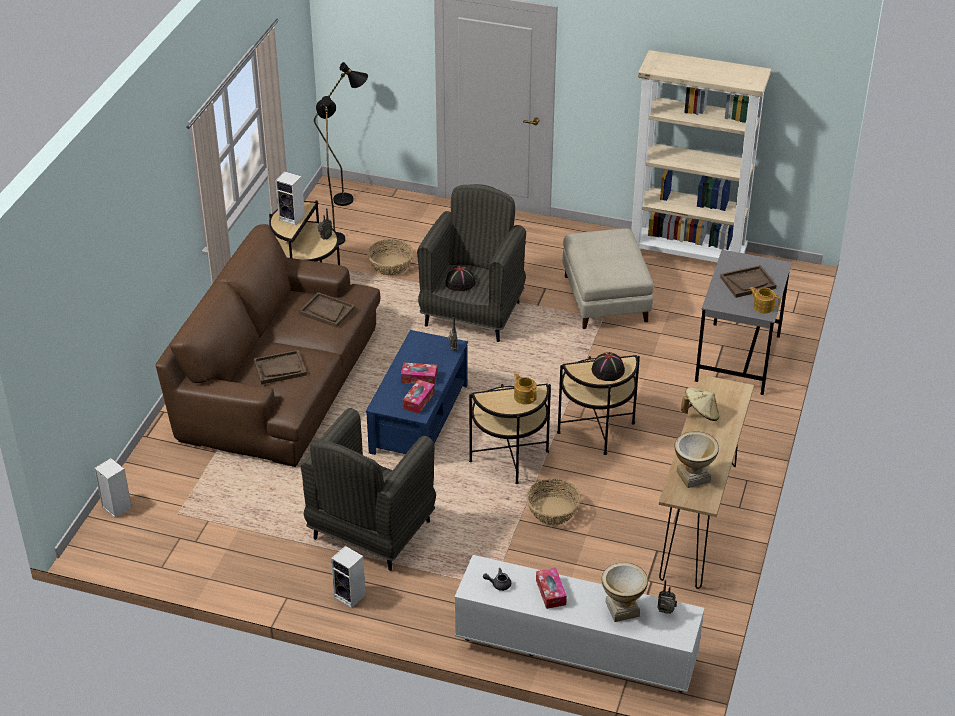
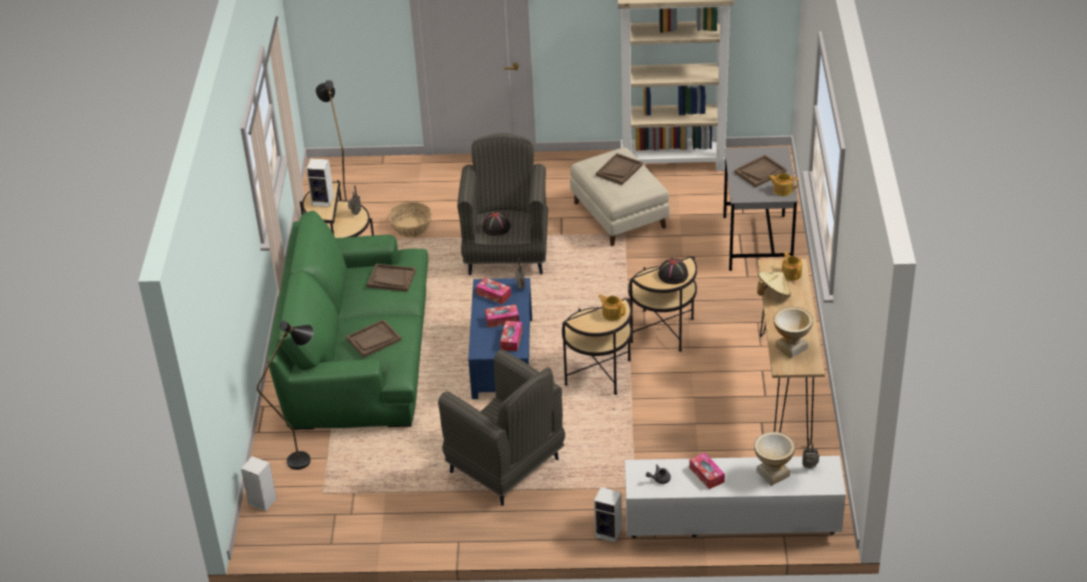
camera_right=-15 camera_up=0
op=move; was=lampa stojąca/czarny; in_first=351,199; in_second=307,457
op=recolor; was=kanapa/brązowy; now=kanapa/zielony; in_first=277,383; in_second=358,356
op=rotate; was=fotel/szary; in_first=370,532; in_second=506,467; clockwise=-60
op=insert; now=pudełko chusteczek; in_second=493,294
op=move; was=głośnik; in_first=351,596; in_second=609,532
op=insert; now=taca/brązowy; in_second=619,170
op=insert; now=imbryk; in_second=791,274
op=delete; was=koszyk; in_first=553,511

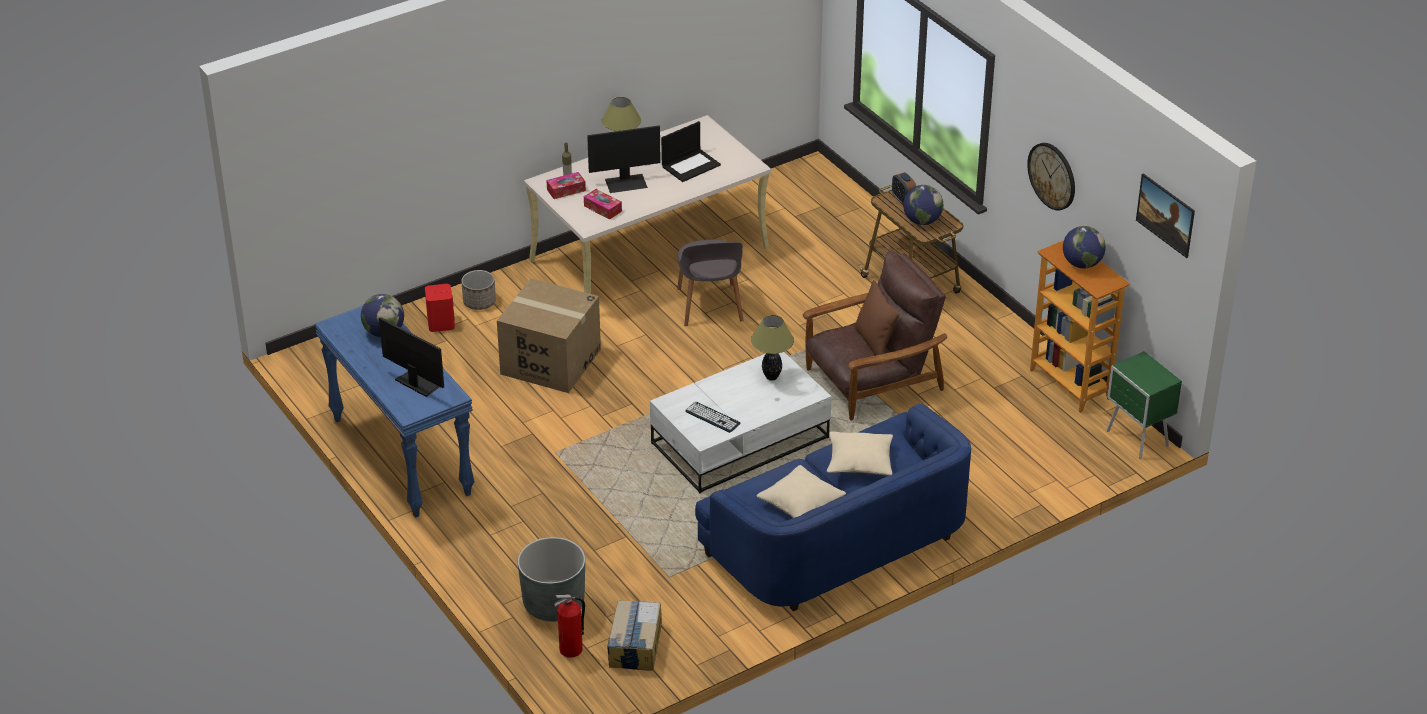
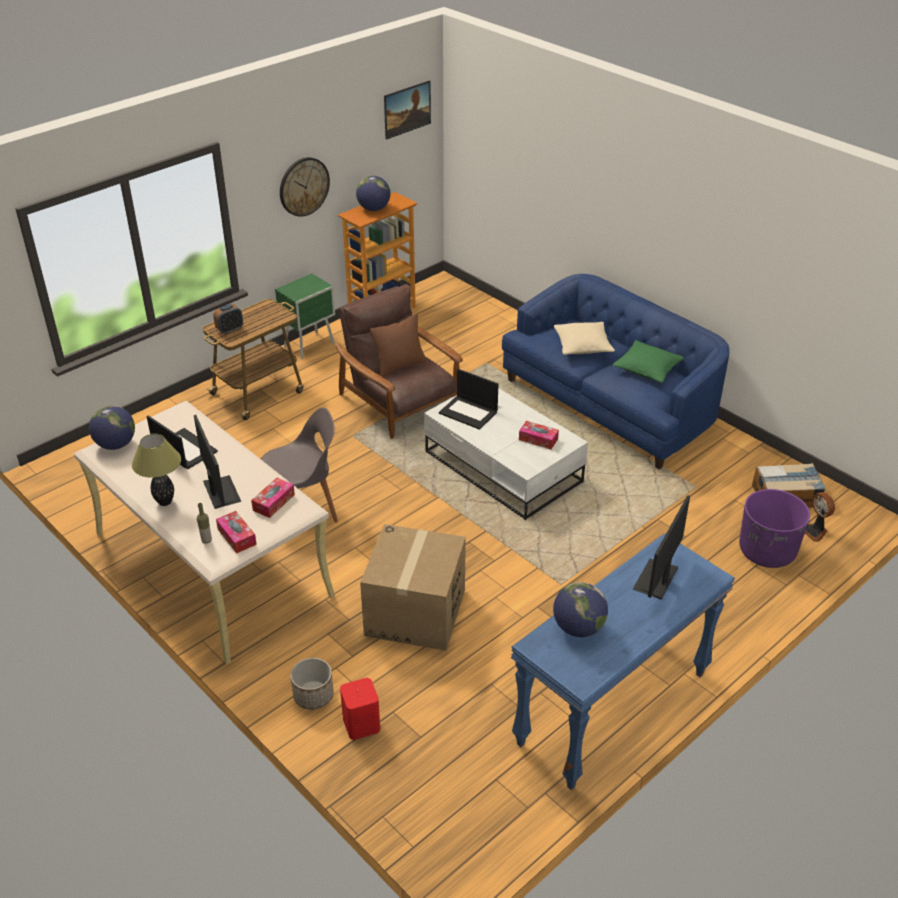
camera_right=-100 camera_up=0
op=move; was=globus; in_first=922,221; in_second=116,445
op=move; was=szafka nocna/zielony; in_first=1137,439; in_second=310,345
op=replace; was=lampa stołowa; now=laptop; in_first=771,377; in_second=469,412
op=replace; was=klawiatura; now=pudełko chusteczek; in_first=712,417; in_second=538,439
op=recolor; was=poduszka/beżowy; now=poduszka/zielony; in_first=800,503; in_second=647,369
op=recolor; was=donica/szary; now=donica/fioletowy; in_first=553,604; in_second=767,551
op=replace; was=gaśnica; now=wentylator; in_first=571,650; in_second=815,531

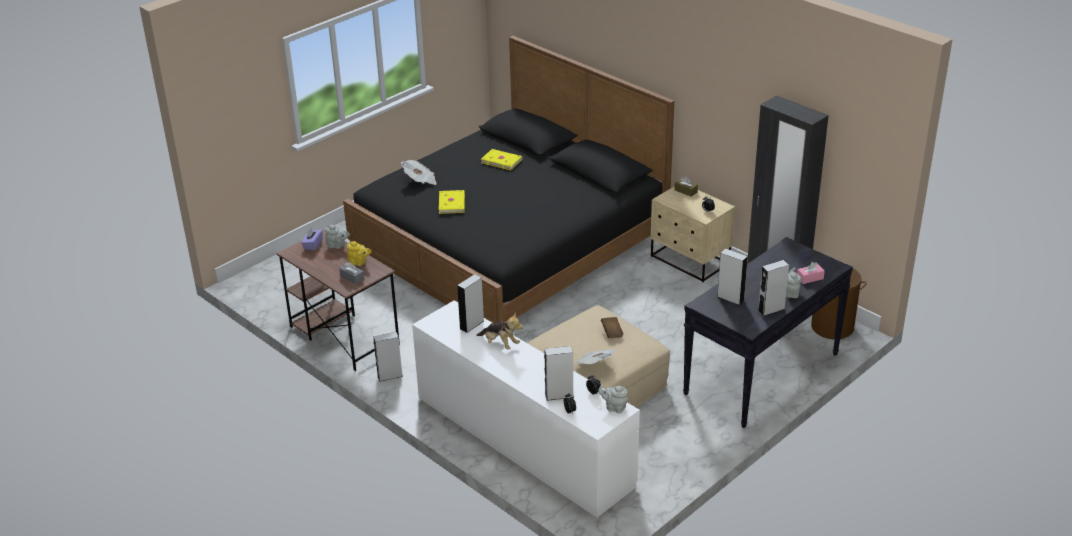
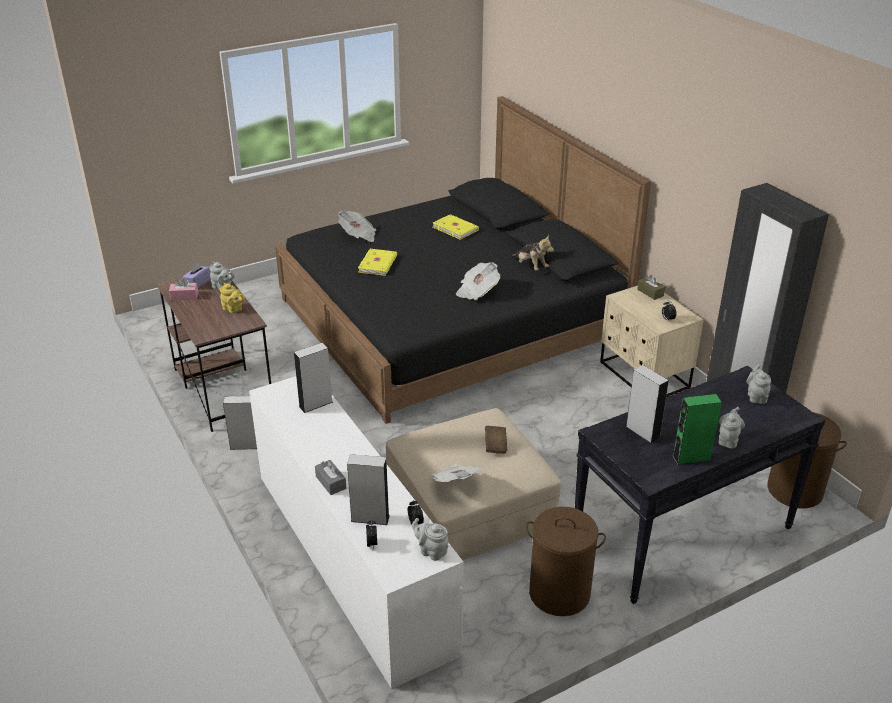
camera_right=15 camera_up=0
op=move; was=pudełko chusteczek/różowy; in_first=810,278; in_second=184,296
op=move; was=pudełko chusteczek/szary; in_first=352,277; in_second=331,482
op=insert; now=gazeta; in_second=477,291
op=move; was=pluszak; in_first=500,344; in_second=531,266
op=insert; now=kosz na pranie/brązowy; in_second=560,593
op=recolor; was=głośnik/szary; now=głośnik/zielony; in_first=771,310; in_second=691,458
op=insert; now=imbryk/szary; in_second=756,396

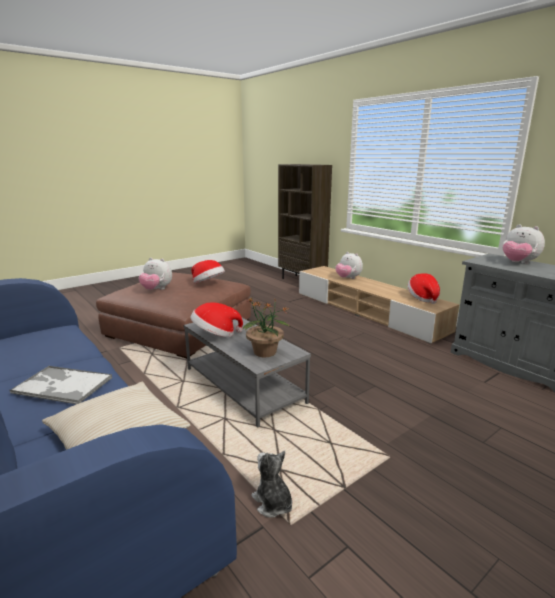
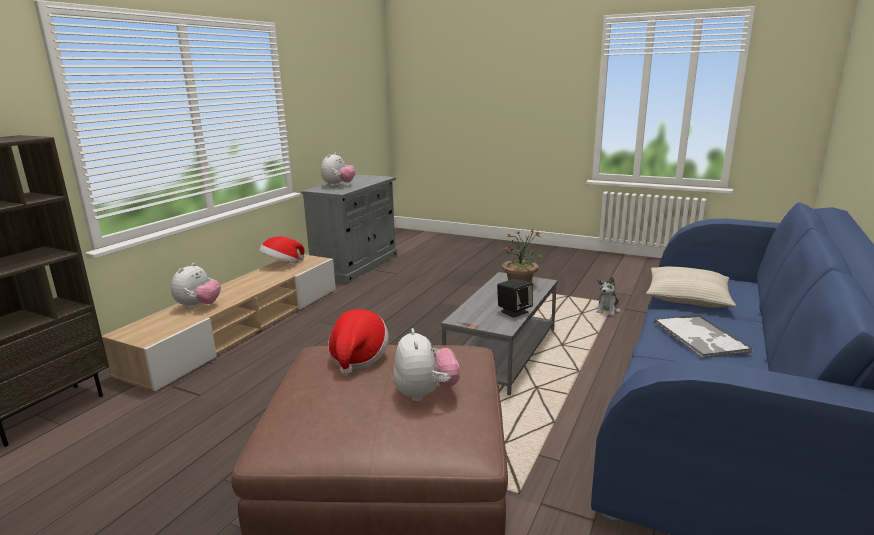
camera_right=-115 camera_up=0
op=replace; was=kapelusz; now=głośnik/czarny; in_first=215,334; in_second=514,311

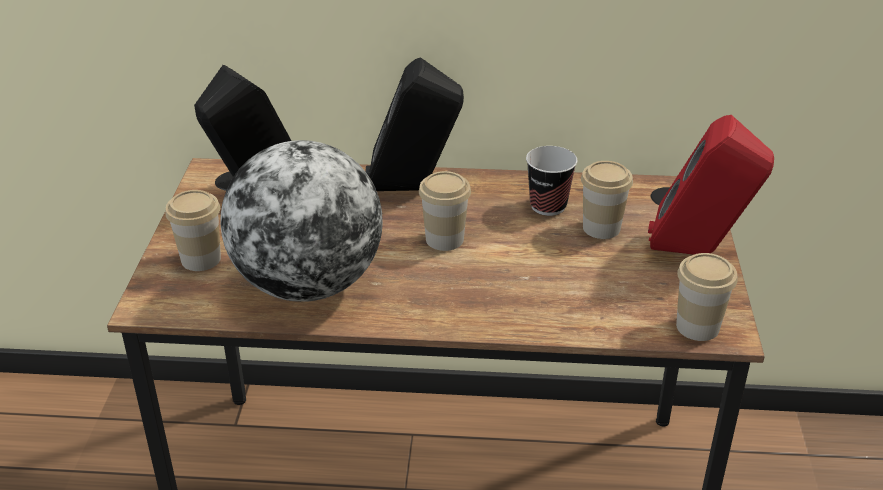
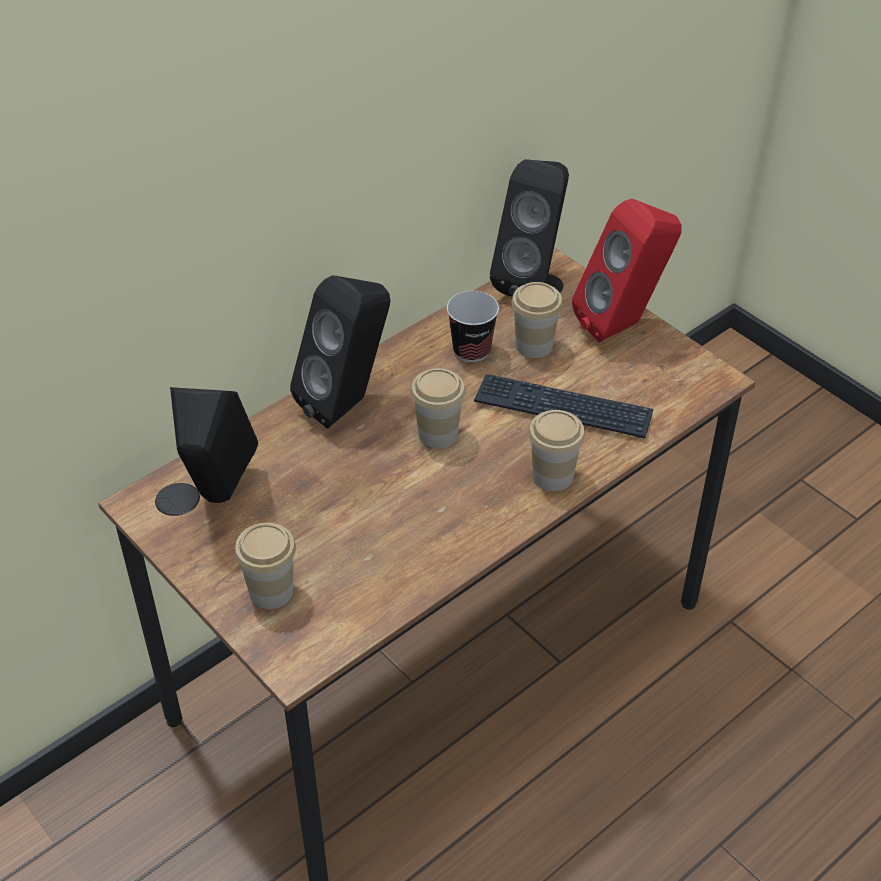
camera_right=-45 camera_up=10
op=insert; now=klawiatura; in_second=563,408
op=insert; now=głośnik/czarny; in_second=533,280
op=move; was=filiżanka; in_first=697,327; in_second=552,476
op=delete; was=globus; in_first=308,284

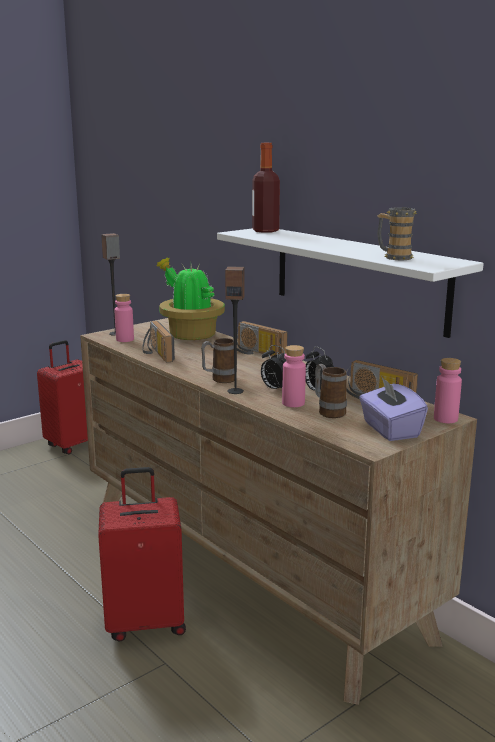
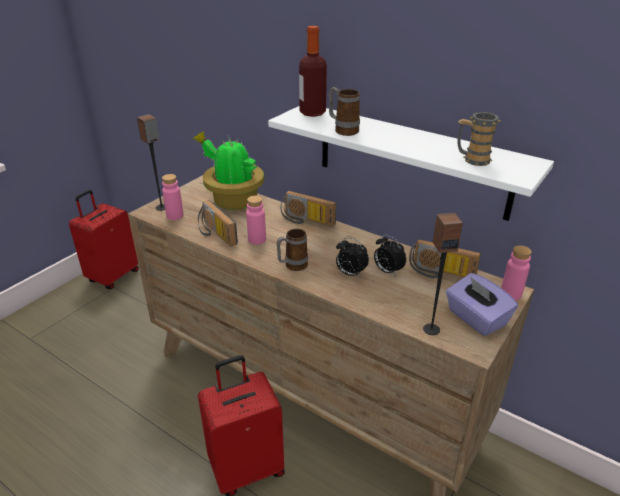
camera_right=-15 camera_up=15
op=move; was=butelka/różowy; in_first=293,403; in_second=257,239
op=move; was=kubek; in_first=328,411; in_second=343,130
op=move; was=głośnik; in_first=235,391; in_second=431,329

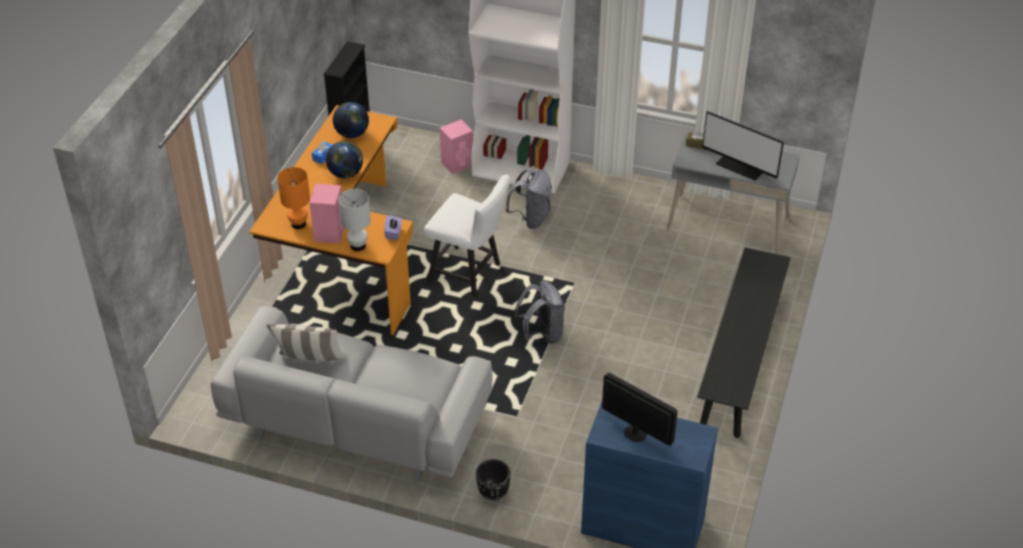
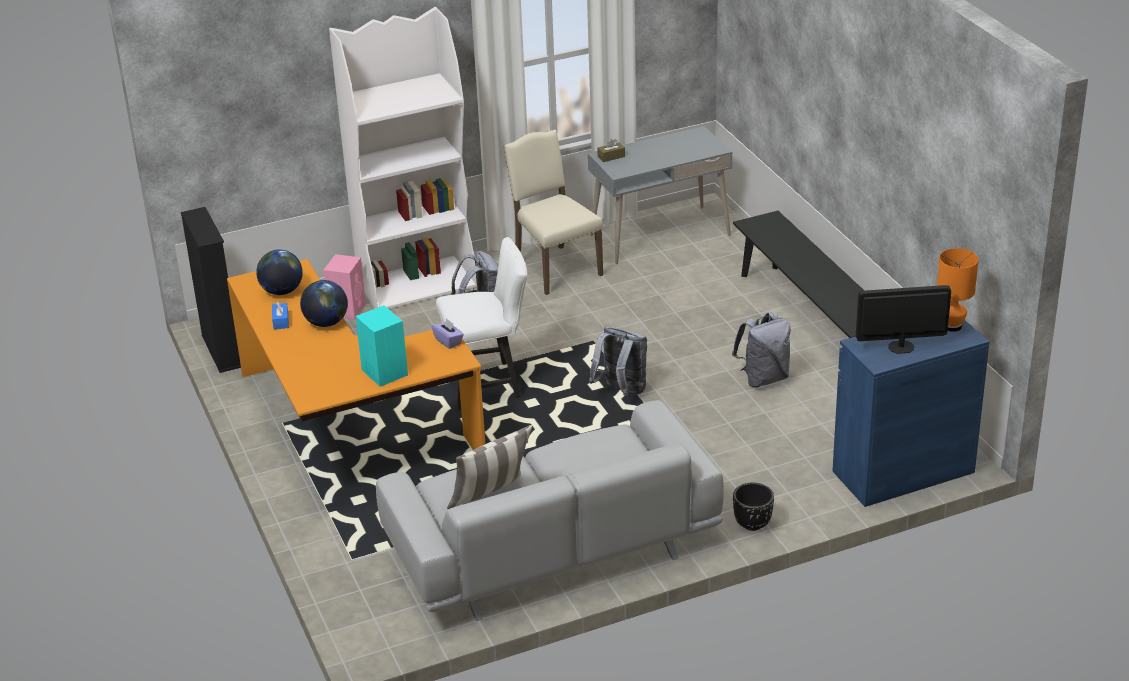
camera_right=-40 camera_up=-10
op=recolor; was=głośnik/różowy; now=głośnik/turkusowy; in_first=330,232; in_second=384,372
op=insert; now=krzesło/beżowy; in_second=555,268
op=insert; now=plecak/szary; in_second=763,378
op=move; was=lampa stołowa/pomarańczowy; in_first=298,223; in_second=951,326
op=delete; was=lampa stołowa/biały; in_first=357,246
op=delete; was=monitor; in_first=741,166

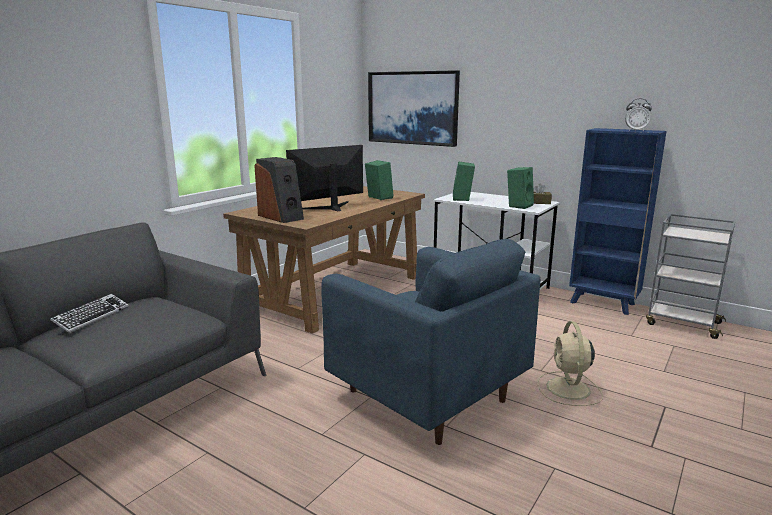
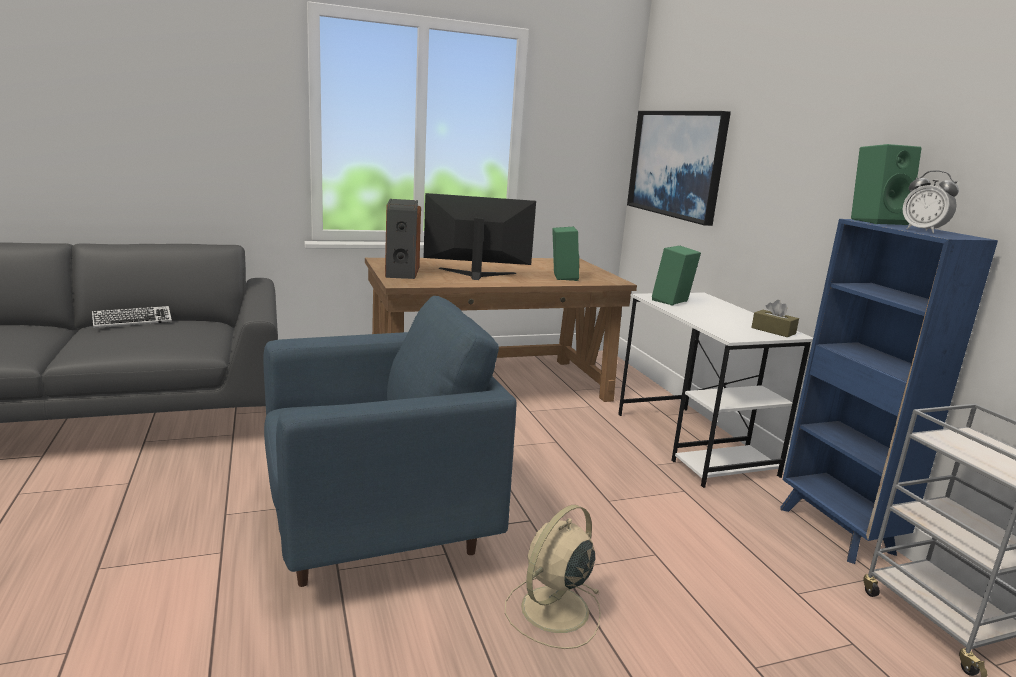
camera_right=35 camera_up=0
op=rotate; was=fotel/niebieski; in_first=426,396; in_second=377,529; clockwise=-105
op=move; was=głośnik/zielony; in_first=518,206; in_second=876,221

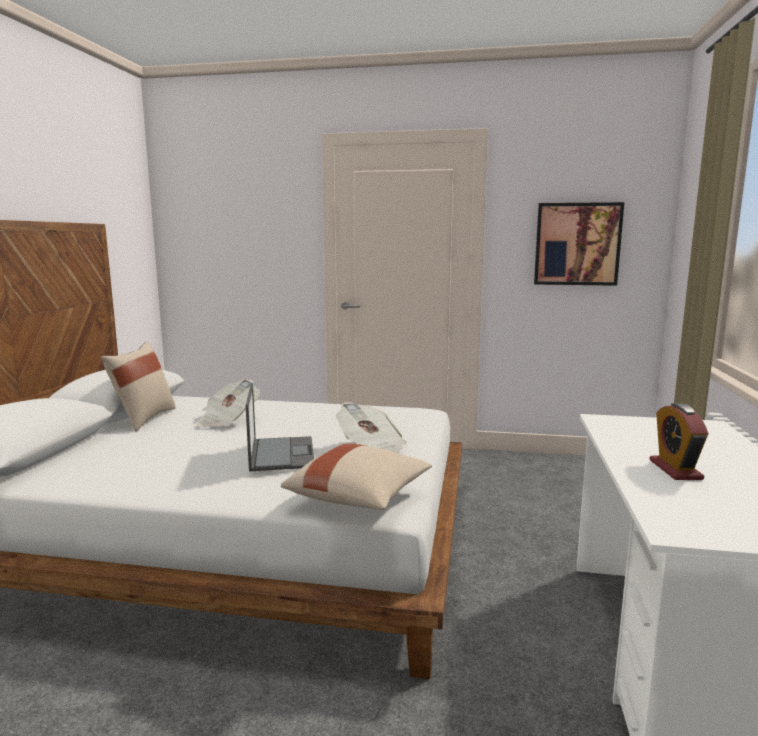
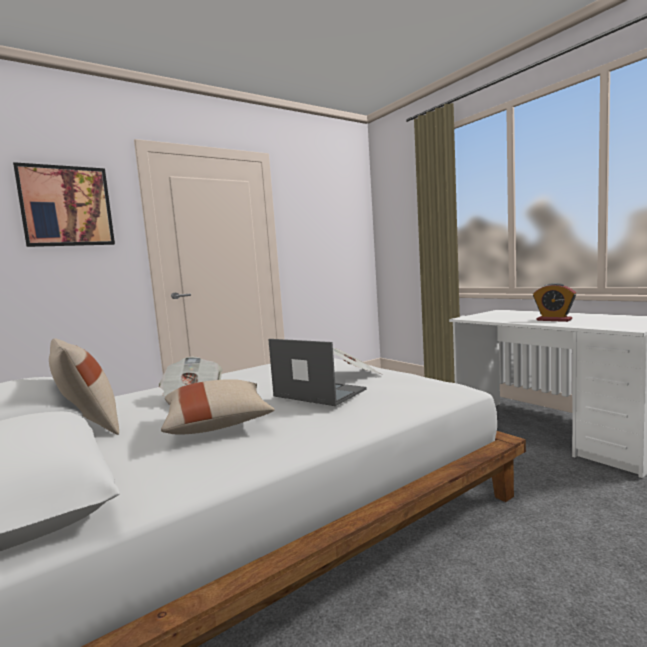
camera_right=-45 camera_up=-5
op=move; was=obraz; in_first=577,244; in_second=66,206
op=move; was=poduszka/beżowy; in_first=360,497; in_second=217,424

